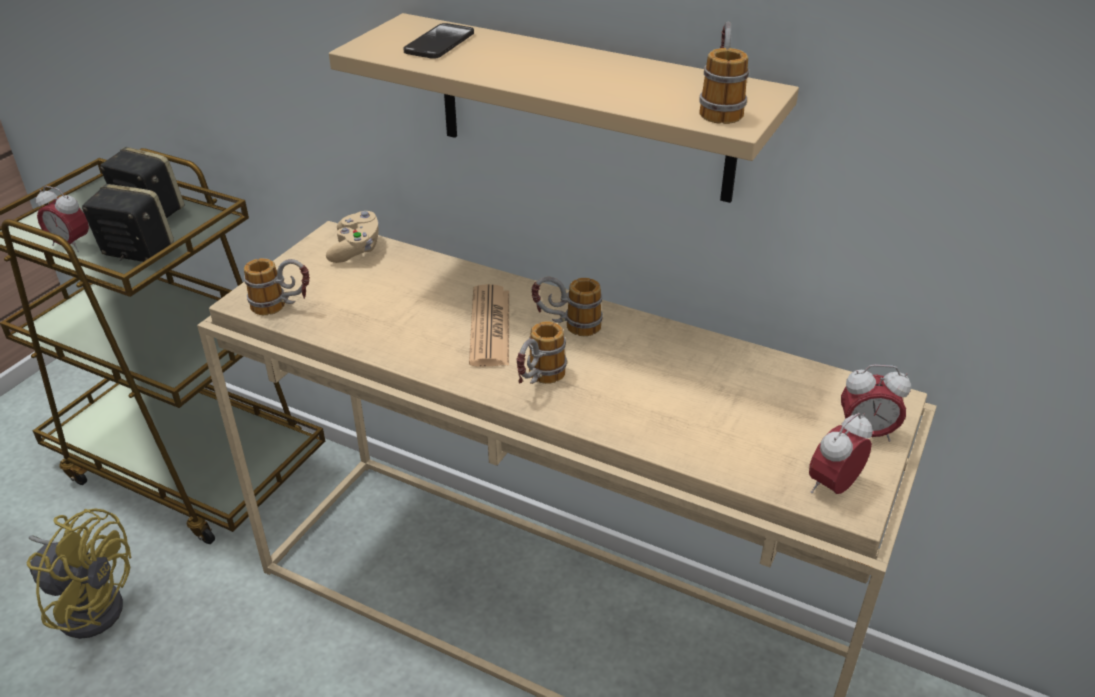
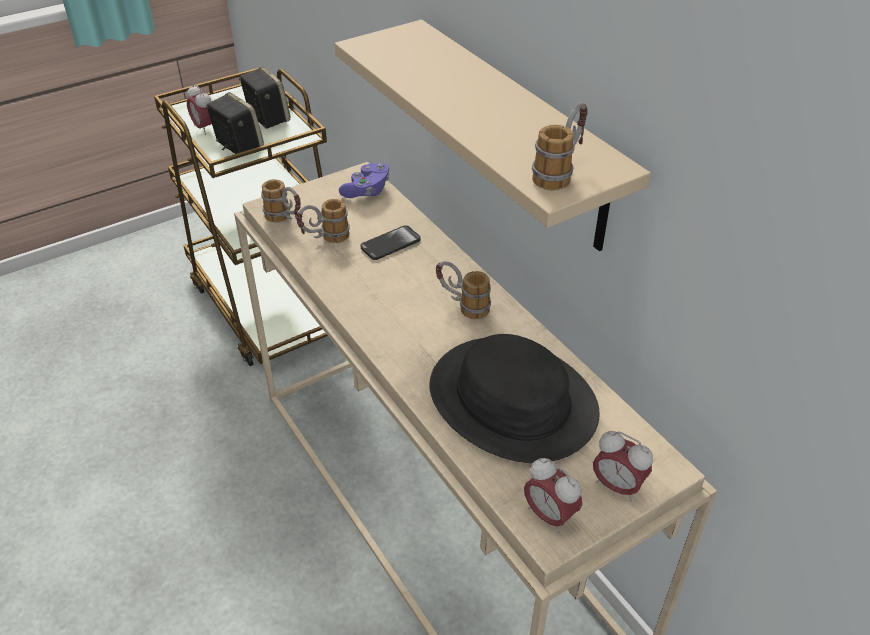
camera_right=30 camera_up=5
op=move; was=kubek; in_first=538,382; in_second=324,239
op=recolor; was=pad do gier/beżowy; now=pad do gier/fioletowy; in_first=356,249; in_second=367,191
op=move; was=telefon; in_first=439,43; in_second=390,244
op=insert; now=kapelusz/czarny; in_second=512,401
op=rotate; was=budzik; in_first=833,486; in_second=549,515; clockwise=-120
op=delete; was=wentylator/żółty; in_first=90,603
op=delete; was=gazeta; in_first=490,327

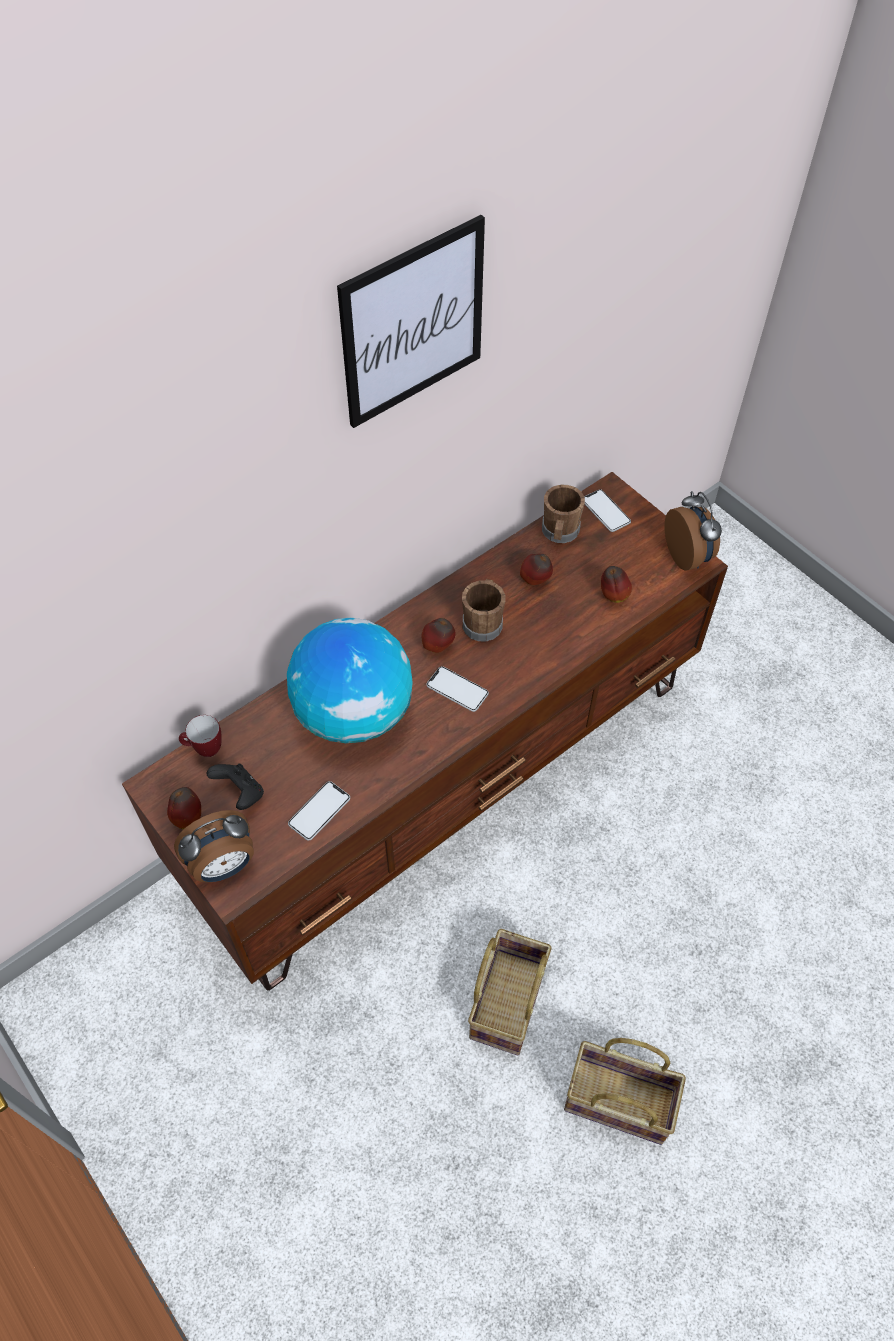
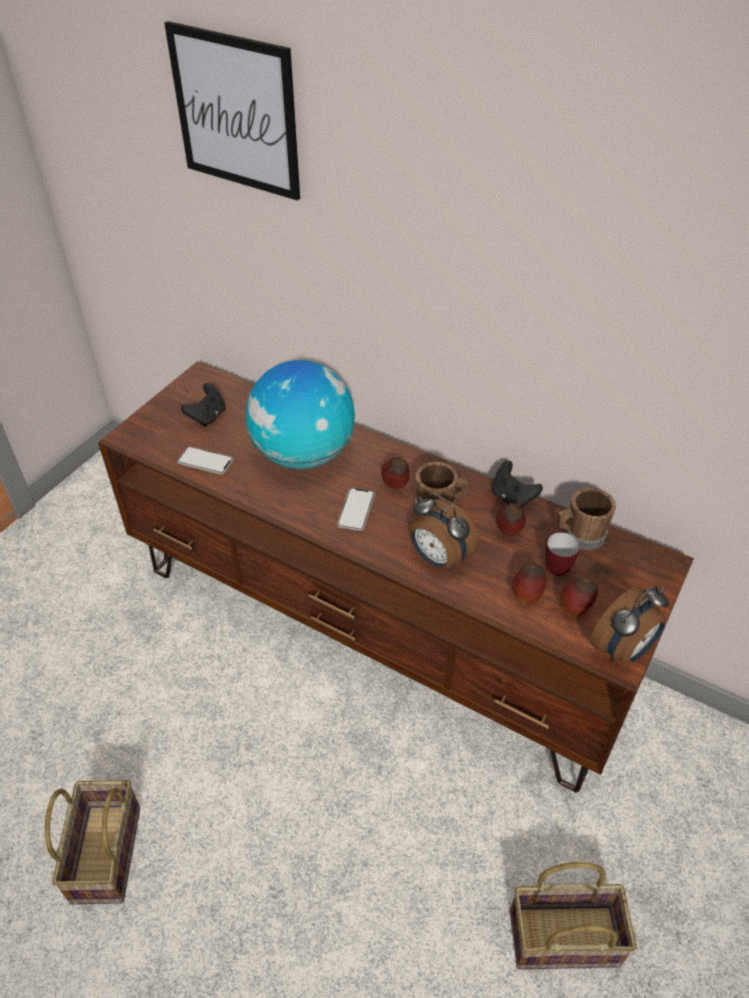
camera_right=70 camera_up=-10
op=move; was=obraz; in_first=413,323; in_second=236,112
op=move; was=budzik; in_first=224,865; in_second=439,559
op=insert; now=pad do gier/czarny; in_second=512,498
op=move; was=koszyk; in_first=506,998; in_second=566,935
op=move; was=kubek; in_first=204,750; in_second=554,566
op=move; was=jabłko; in_first=188,818; in_second=575,609
op=delete; was=telefon; in_first=605,511

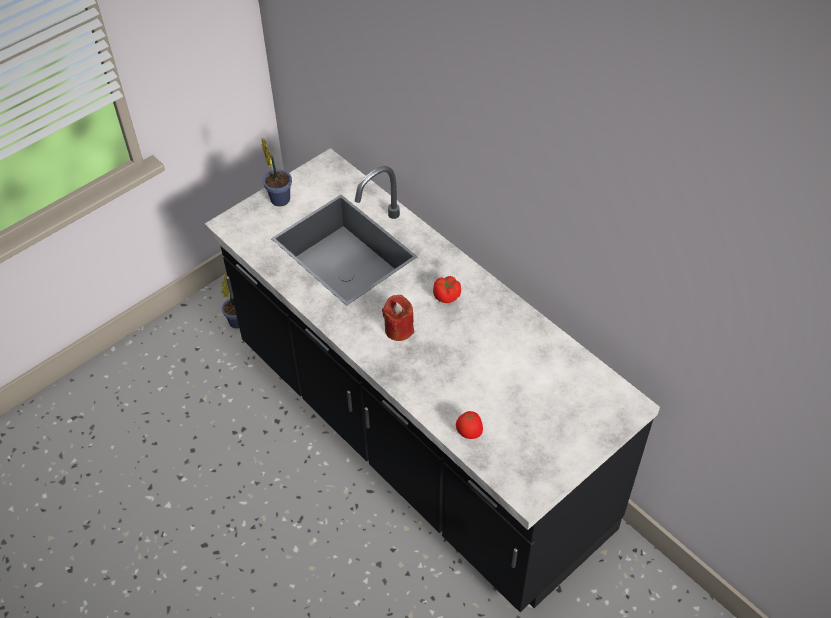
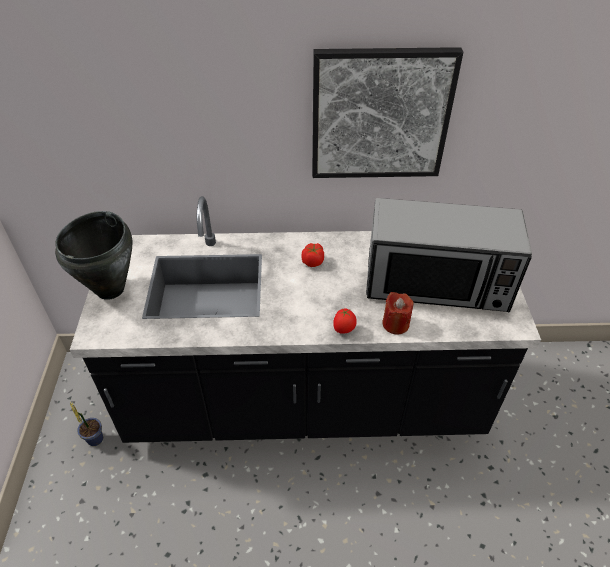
camera_right=-50 camera_up=-5
op=replace; was=roślina doniczkowa; now=garnek/czarny; in_first=279,198; in_second=111,289
op=insert; now=obraz; in_second=380,115
op=move; was=pomidor; in_first=469,433; in_second=344,330
op=insert; now=mikrofalówka; in_second=437,283
op=move; was=świeca/czerwony; in_first=399,329; in_second=395,324

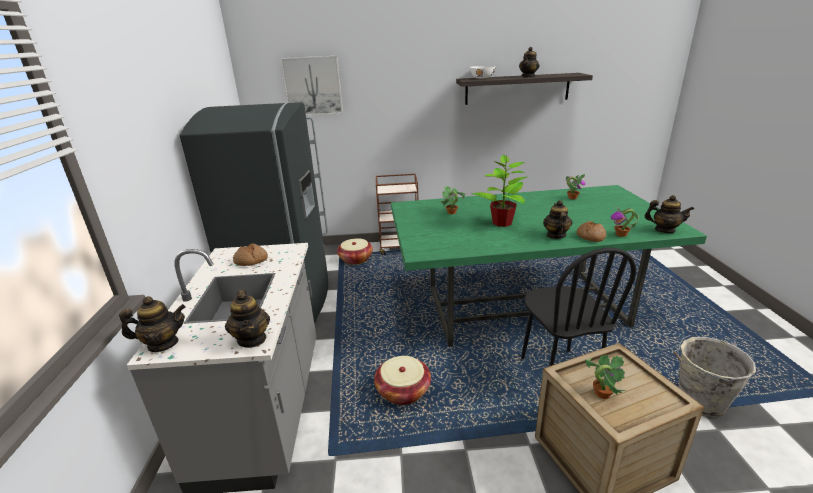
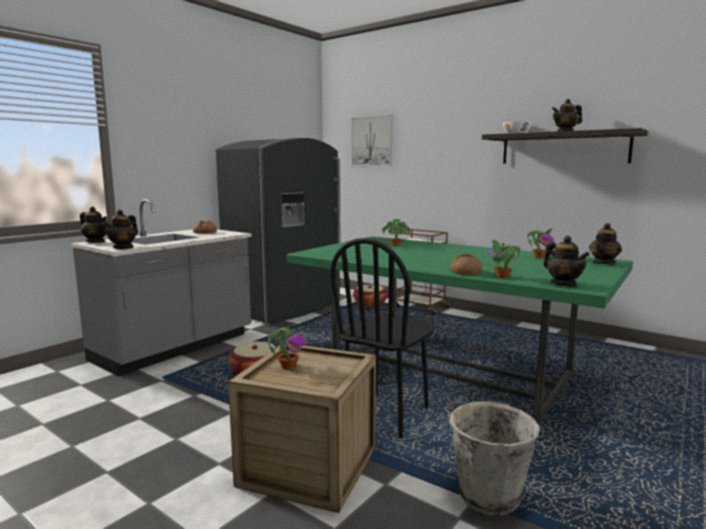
camera_right=40 camera_up=-15
op=move; was=imbryk; in_first=555,235; in_second=603,263
op=delete; was=roślina doniczkowa; in_first=502,223

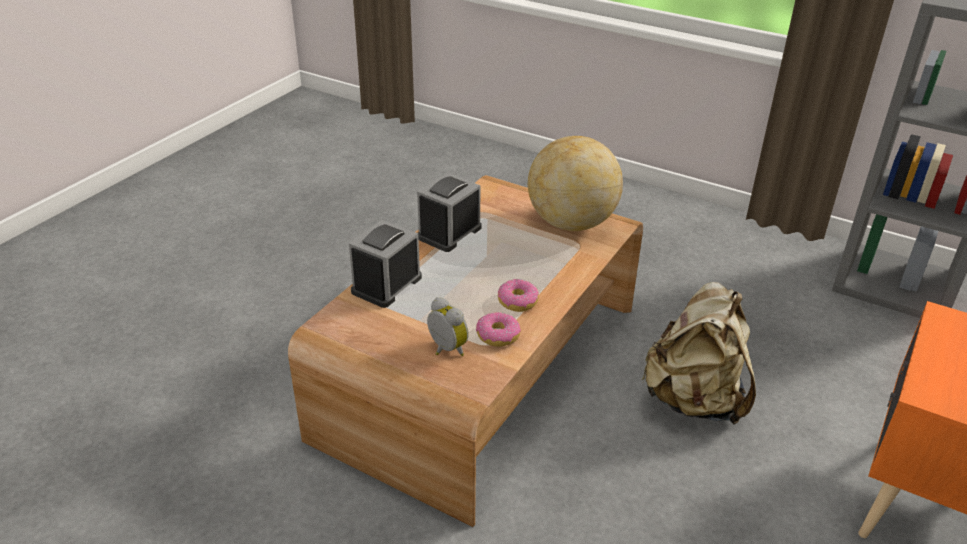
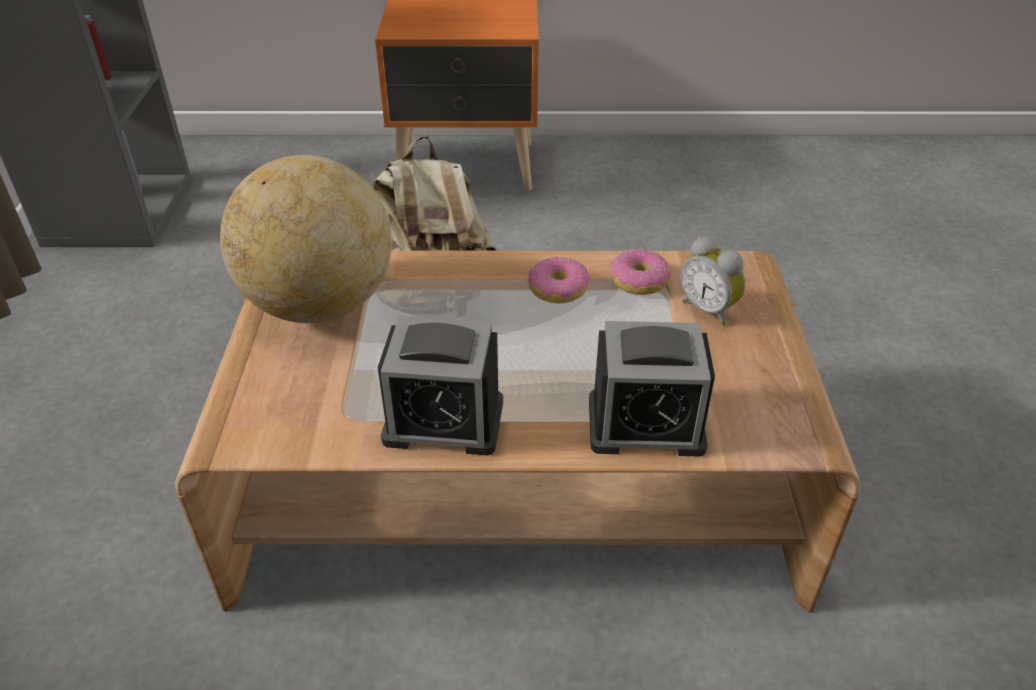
camera_right=-120 camera_up=5
op=rotate; was=budzik; in_first=445,350; in_second=709,309; clockwise=-60

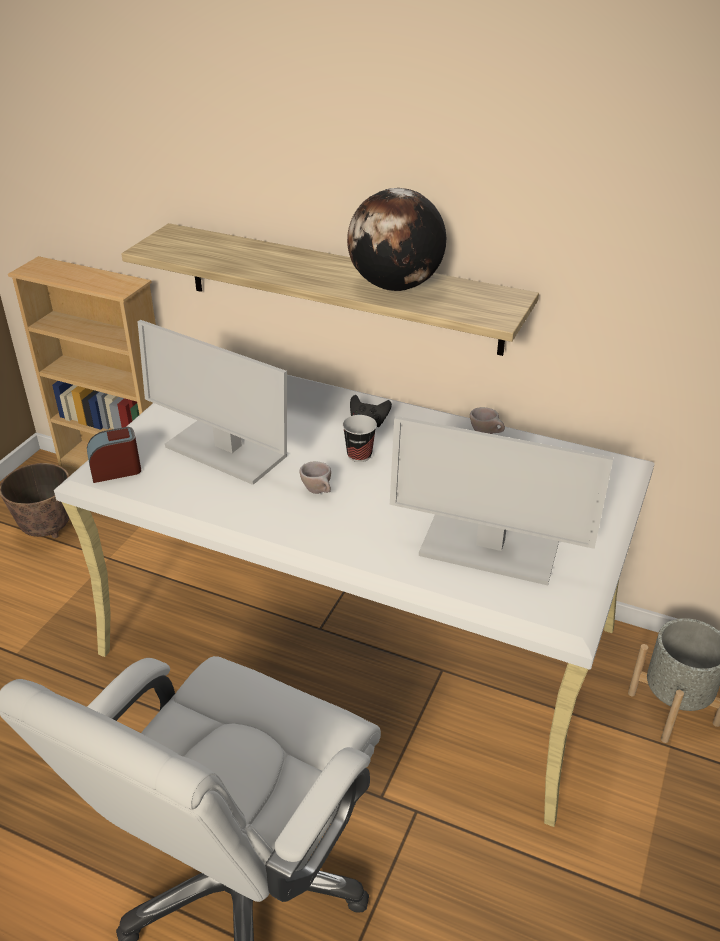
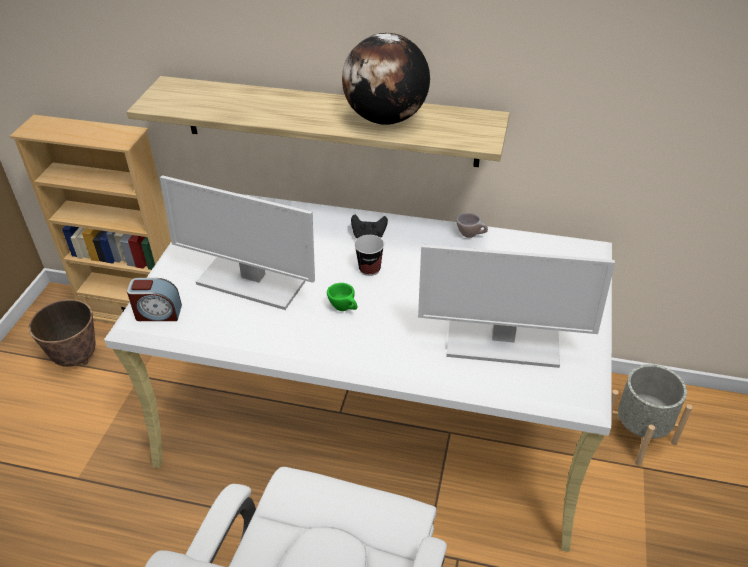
camera_right=-10 camera_up=5
op=rotate; was=budzik; in_first=116,470; in_second=158,313; clockwise=-150
op=recolor; was=filiżanka/beżowy; now=filiżanka/zielony; in_first=319,491; in_second=345,308

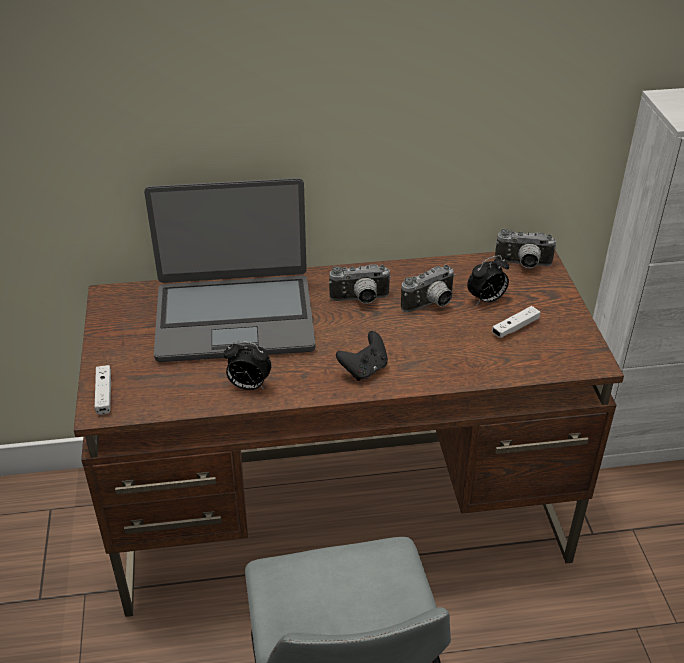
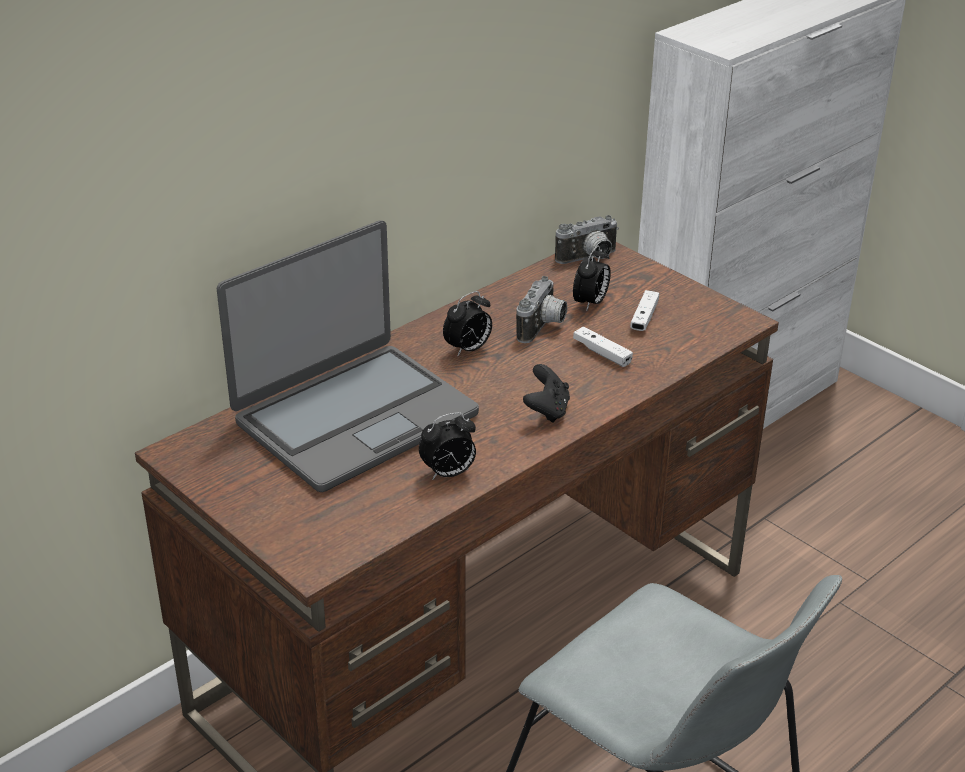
camera_right=-35 camera_up=-5
op=replace; was=aparat fotograficzny; now=budzik; in_first=360,300; in_second=468,349
op=move; was=pad do gier/biały; in_first=104,394; in_second=602,353

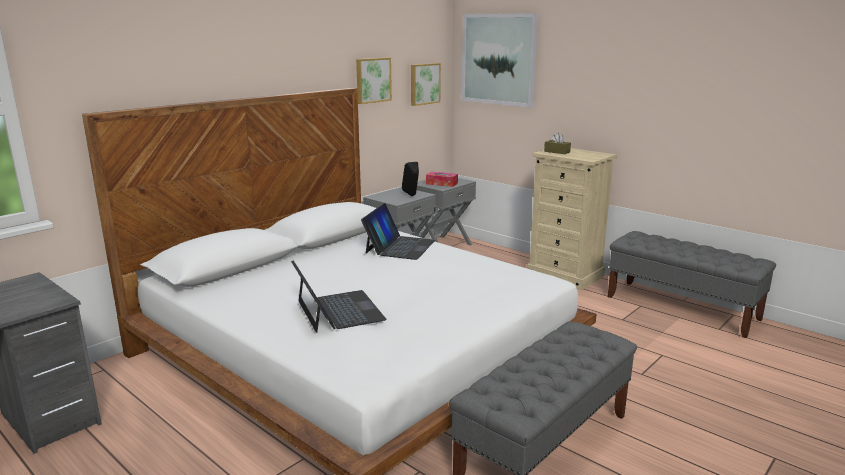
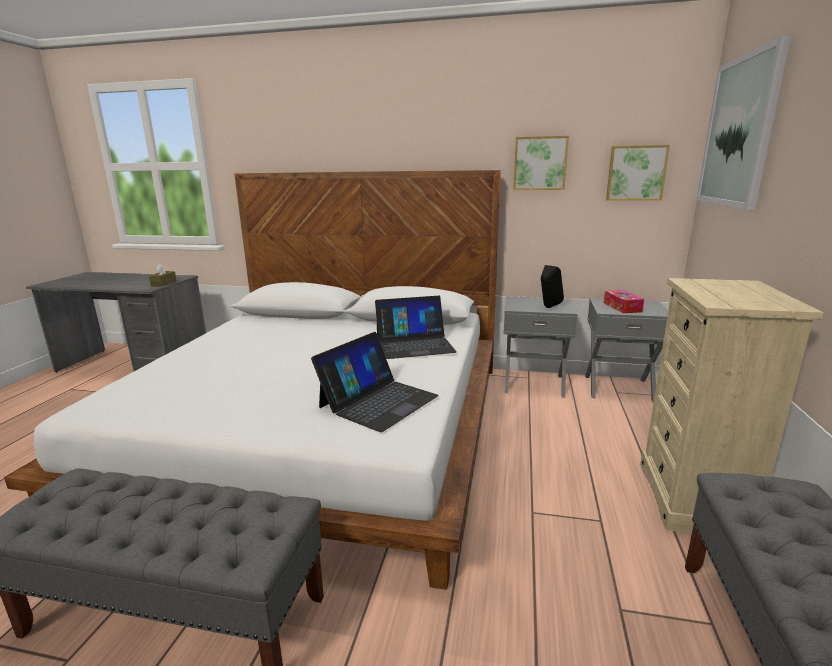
camera_right=60 camera_up=0
op=move; was=pudełko chusteczek/brązowy; in_first=557,152; in_second=163,283
op=move; was=laptop; in_first=338,311; in_second=378,401

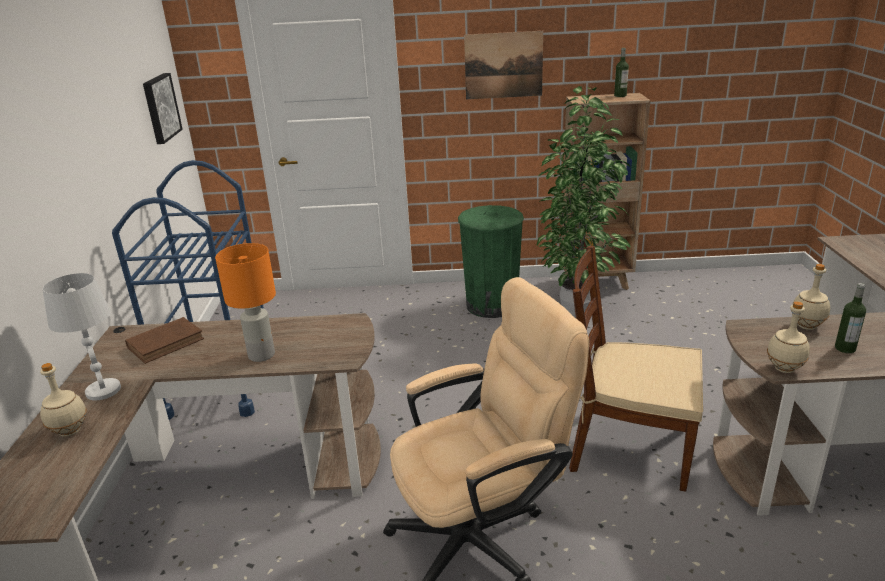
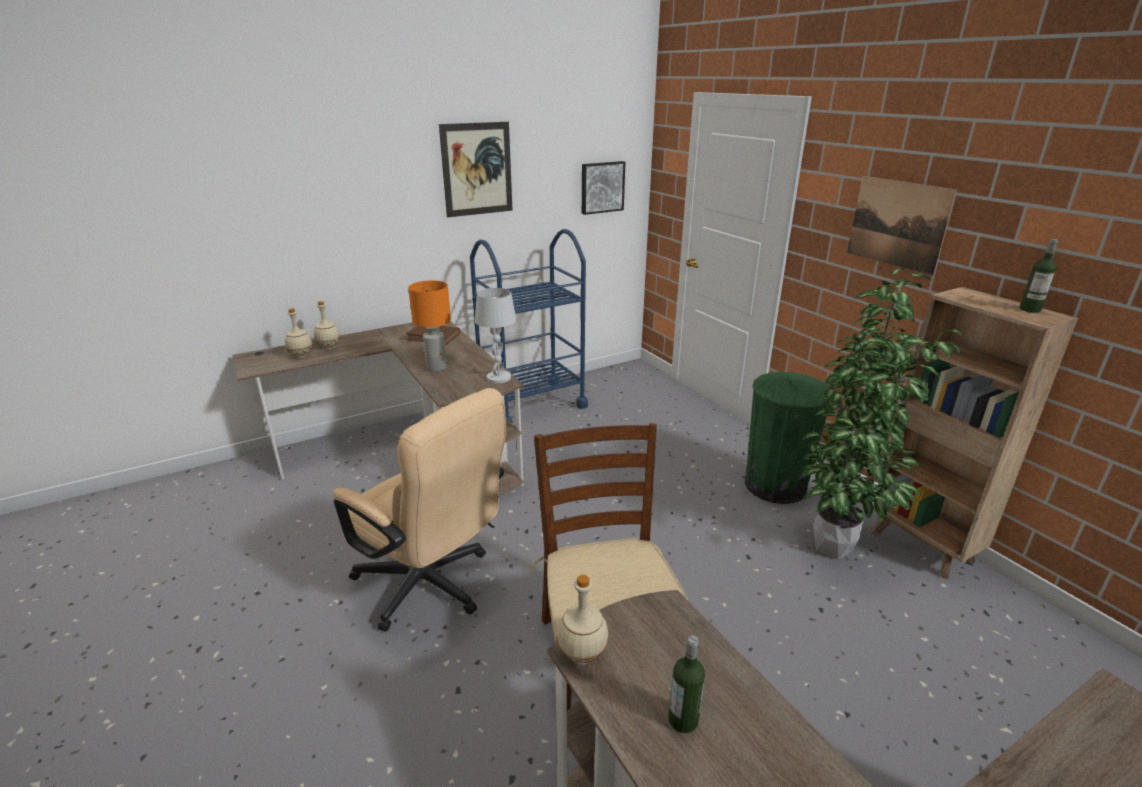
camera_right=60 camera_up=0
op=move; was=butelka/beżowy; in_first=806,326; in_second=301,356
op=insert; now=obraz; in_second=477,169
op=move; was=lampa stołowa/biały; in_first=104,390; in_second=499,378

